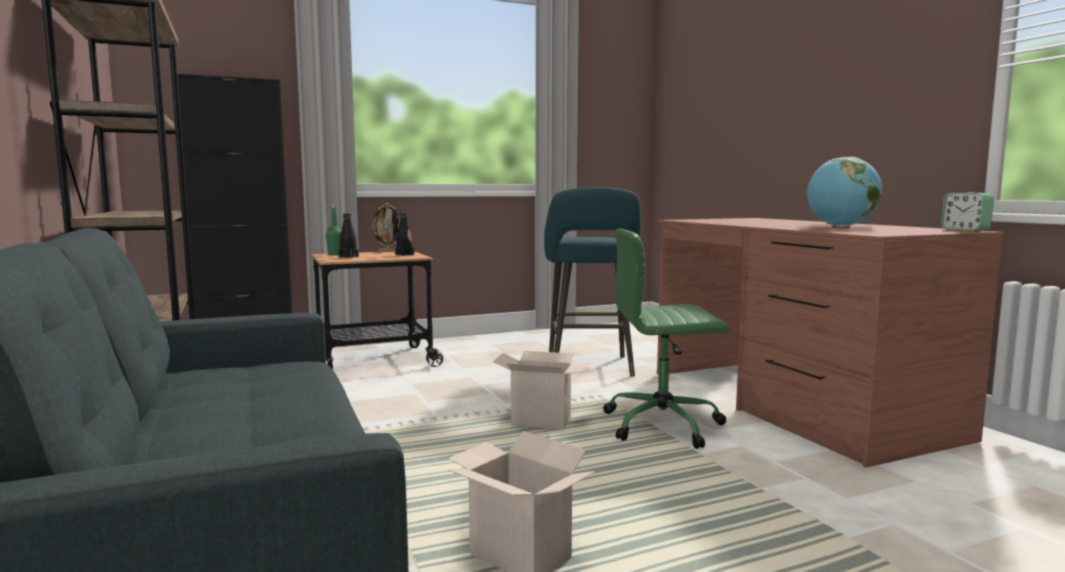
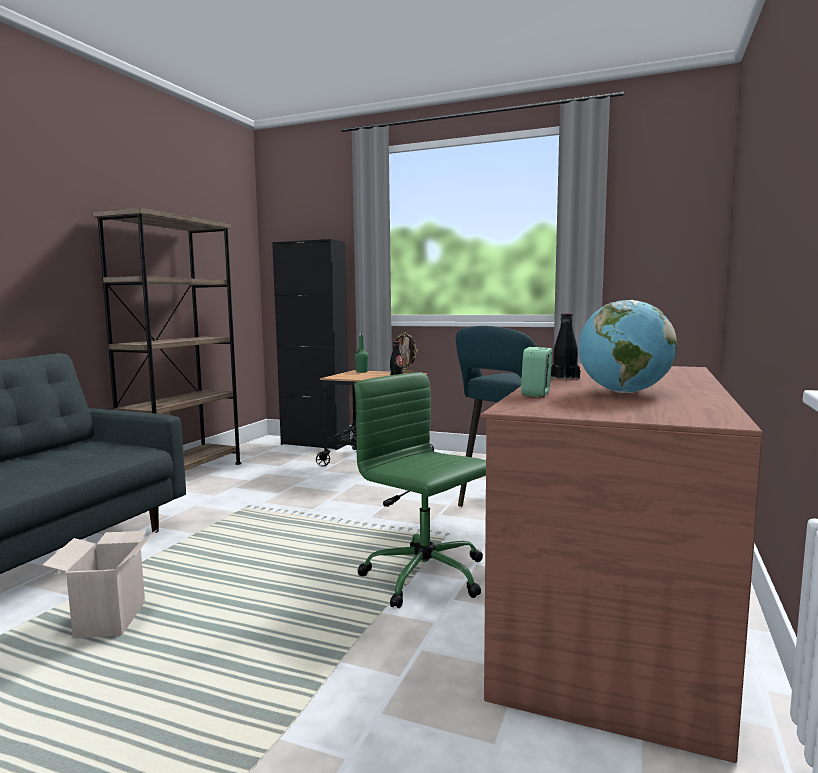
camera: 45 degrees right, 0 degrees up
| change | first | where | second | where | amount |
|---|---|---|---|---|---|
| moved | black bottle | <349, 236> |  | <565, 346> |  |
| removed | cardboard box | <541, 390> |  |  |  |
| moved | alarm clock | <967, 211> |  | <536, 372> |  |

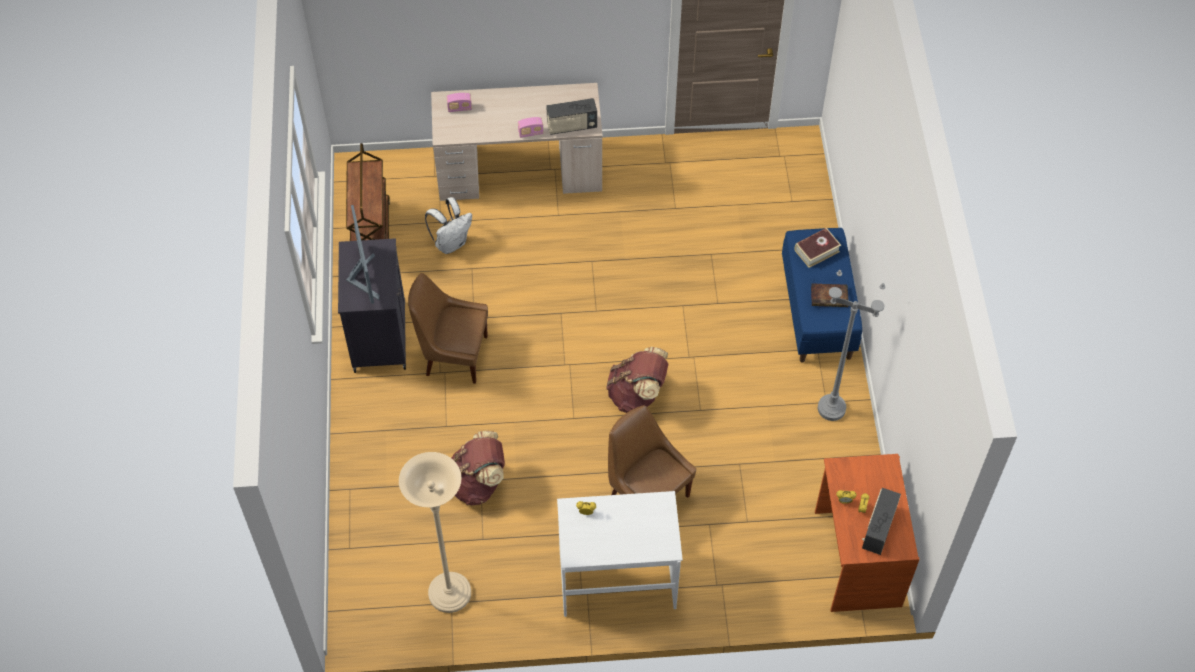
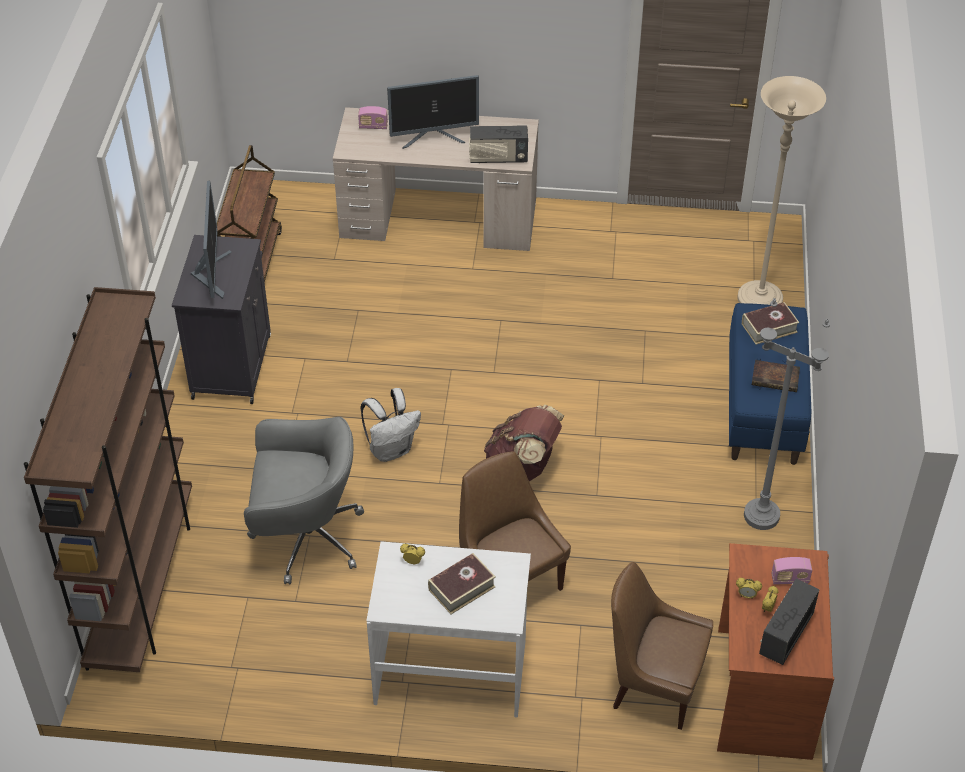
camera: 10 degrees right, 10 degrees down
| change | first | where | second | where | amount |
|---|---|---|---|---|---|
| moved | beige floor lamp | <435, 532> |  | <781, 190> |  |
| moved | brown chair | <448, 328> |  | <662, 646> |  |
| moved | white backpack | <448, 225> |  | <391, 425> |  |
| replaced | brown backpack | <478, 468> | grey office chair | <304, 500> |  |
| moved | radio | <531, 127> |  | <792, 571> |  |
| added |  |  | brown bookcase | <108, 479> |  |
| added |  |  | monitor | <433, 112> |  |
| added |  |  | book | <462, 583> |  |

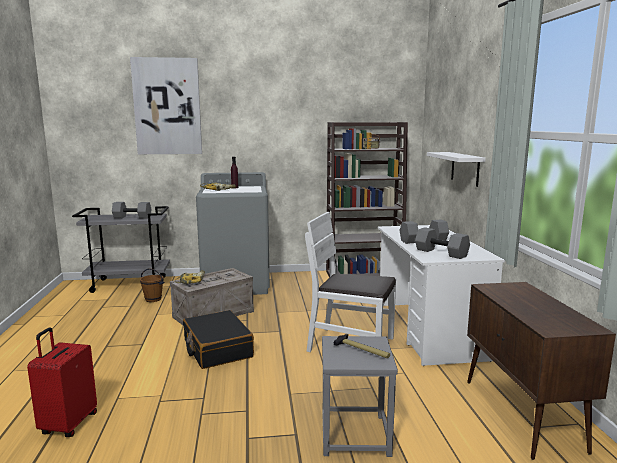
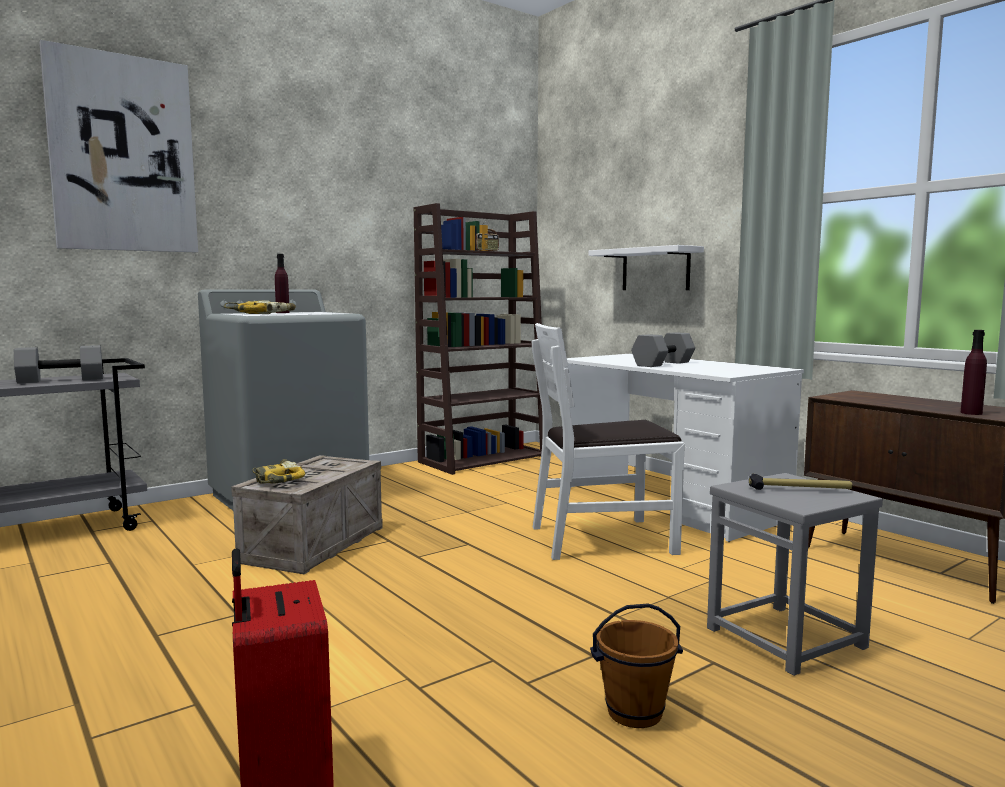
camera: 30 degrees left, 5 degrees down
| change | first | where | second | where | amount |
|---|---|---|---|---|---|
| moved | brown bucket | <152, 285> |  | <636, 666> |  |
| removed | black suitcase | <218, 339> |  |  |  |
| removed | grey dumbbell | <442, 243> |  |  |  |
| added |  |  | purple bottle | <974, 372> |  |

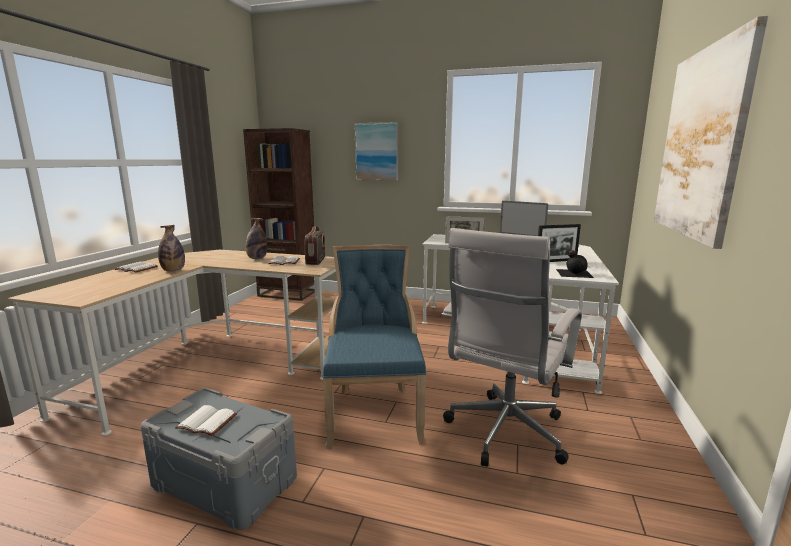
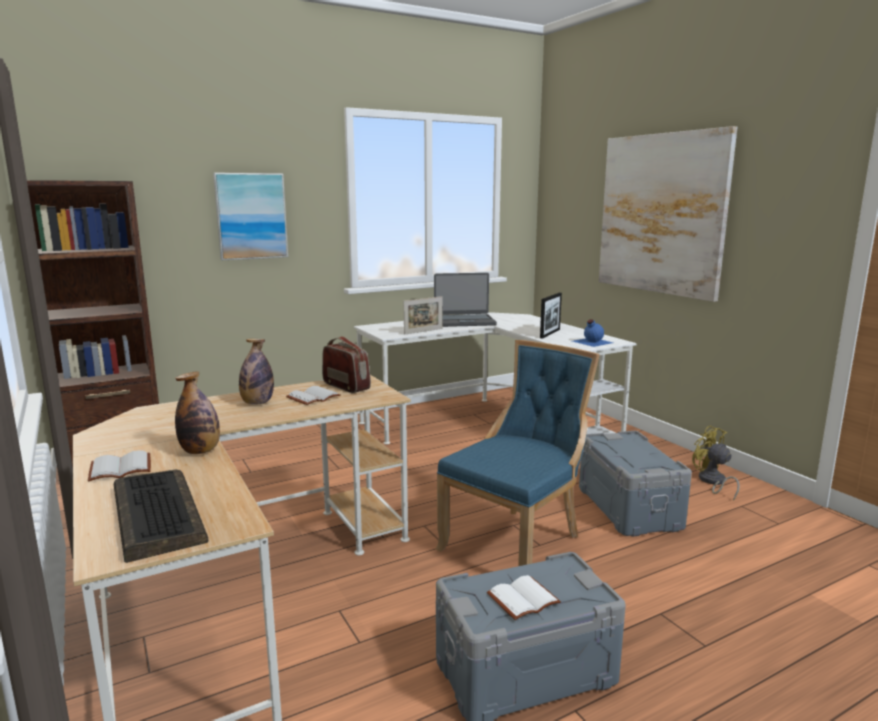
camera: 45 degrees left, 0 degrees up
| change | first | where | second | where | amount |
|---|---|---|---|---|---|
| turned | blue chair | <374, 347> |  | <518, 453> | 90 degrees clockwise |
| replaced | white office chair | <511, 347> | grey storage box | <635, 484> |  |
| recoloured | black bottle | <575, 264> | blue bottle | <592, 333> |  |
| added |  |  | keyboard | <161, 516> |  |
| added |  |  | yellow fan | <716, 463> |  |

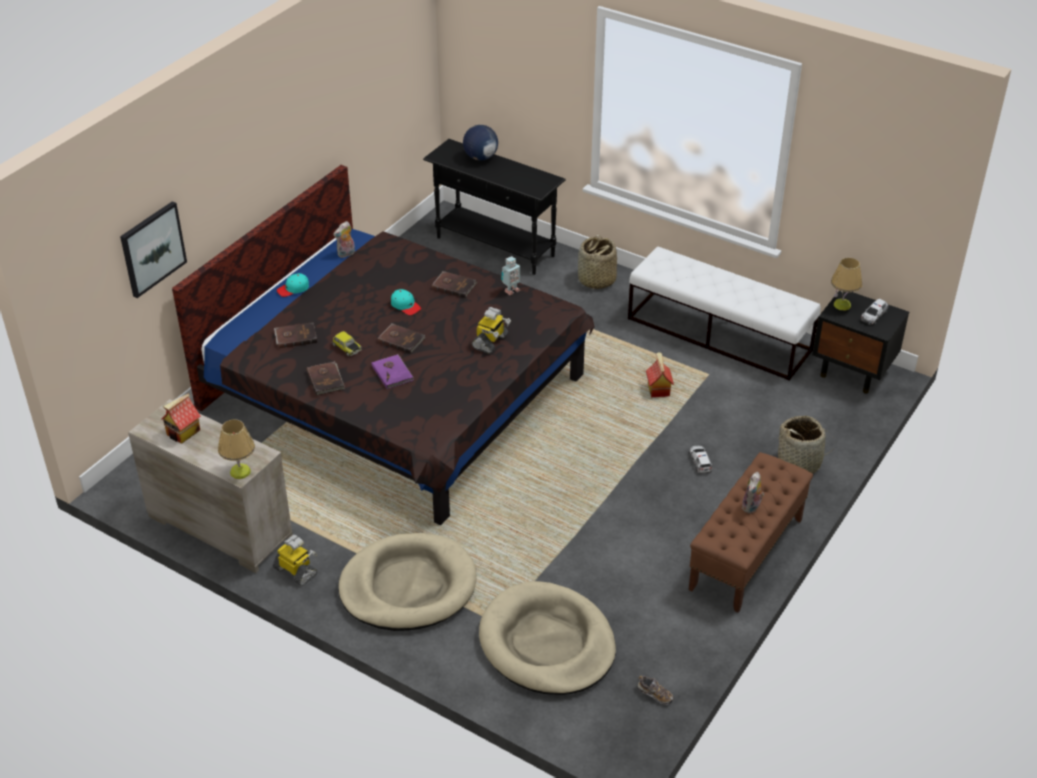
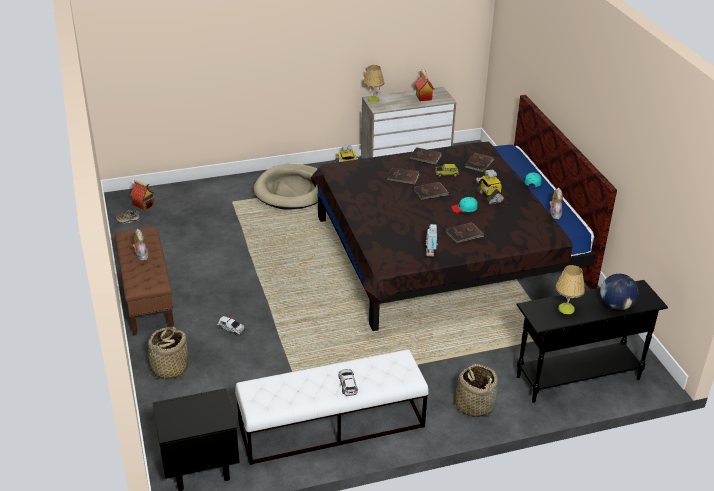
camera: 130 degrees right, 5 degrees down
| change | first | where | second | where | amount |
|---|---|---|---|---|---|
| removed | picture | <153, 249> |  |  |  |
| recoloured | purple book | <392, 371> | brown book | <403, 176> |  |
| moved | toy robot | <491, 330> |  | <490, 186> |  |
| removed | beige dog bed | <547, 638> |  |  |  |
| moved | toy house | <660, 374> |  | <142, 195> |  |
| moved | table lamp | <846, 284> |  | <570, 289> |  |
| moved | toy car | <875, 311> |  | <348, 382> |  |

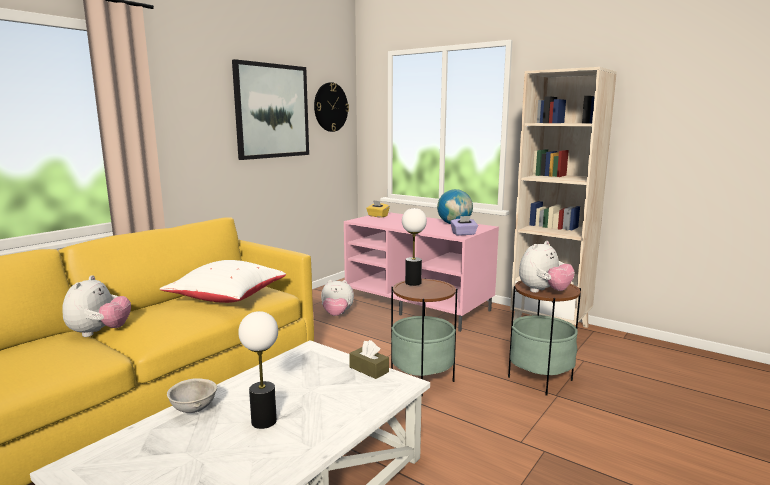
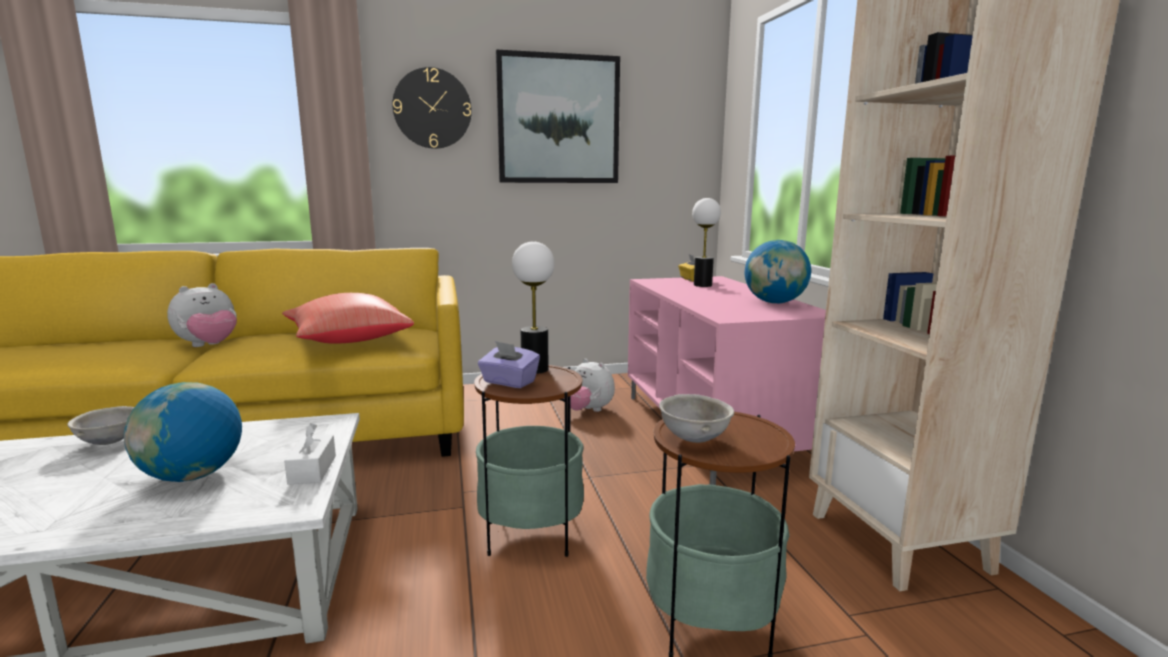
camera: 40 degrees right, 0 degrees up
| change | first | where | second | where | amount |
|---|---|---|---|---|---|
| recoloured | white pillow | <223, 281> | red pillow | <348, 318> |  |
| moved | table lamp | <258, 370> |  | <706, 242> |  |
| moved | wall clock | <331, 107> |  | <432, 108> |  |
| recoloured | brown tissue box | <369, 359> | white tissue box | <310, 454> |  |
| moved | purple tissue box | <464, 226> |  | <509, 364> |  |
| replaced | plush toy | <547, 267> | grey bowl | <696, 418> |  |
| added |  |  | globe | <183, 432> |  |

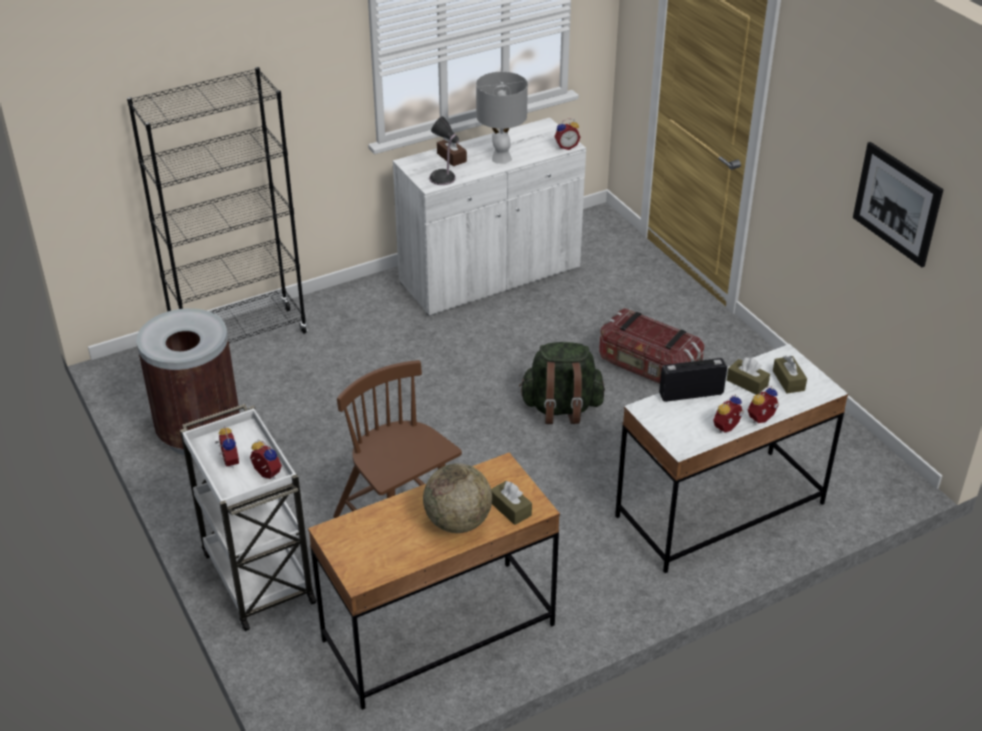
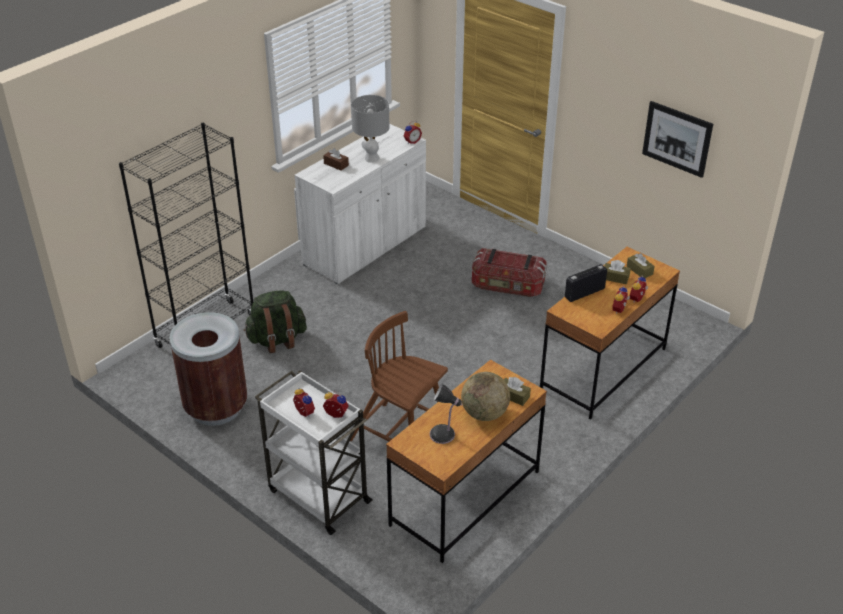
camera: 20 degrees left, 0 degrees up
| change | first | where | second | where | amount |
|---|---|---|---|---|---|
| moved | table lamp | <444, 150> |  | <446, 414> |  |
| moved | green backpack | <562, 383> |  | <275, 321> |  |
| recoloured | white desk | <731, 458> | brown desk | <610, 333> |  |

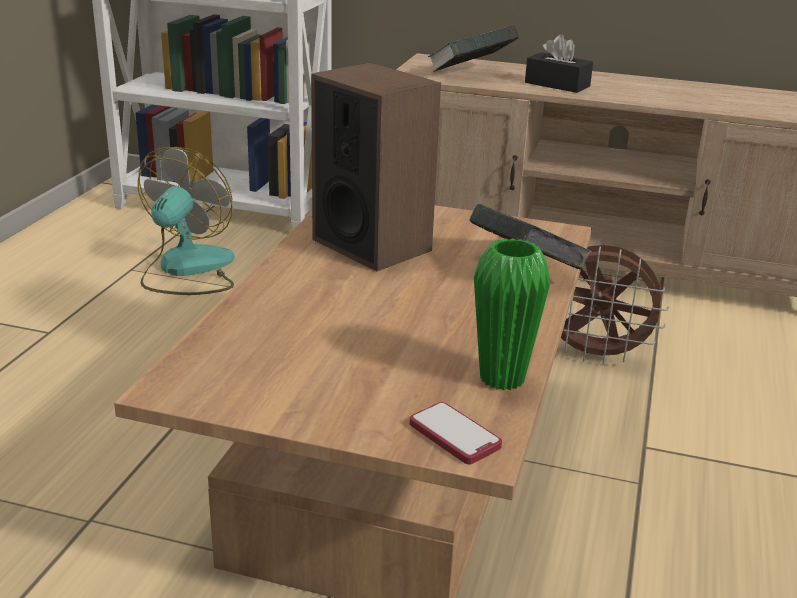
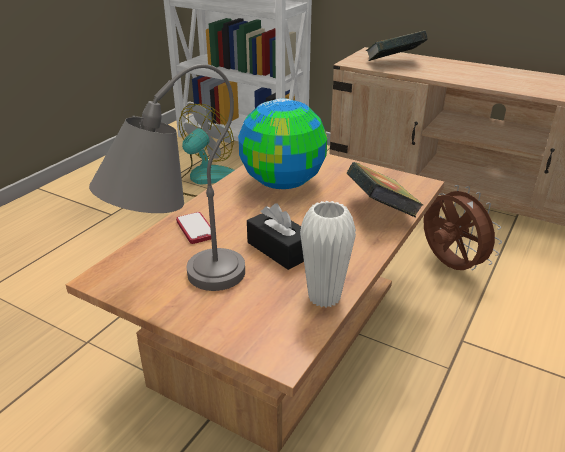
camera: 15 degrees right, 5 degrees up
| change | first | where | second | where | amount |
|---|---|---|---|---|---|
| replaced | speaker | <376, 167> | globe | <282, 143> |  |
| moved | phone | <456, 433> |  | <193, 228> |  |
| recoloured | green vase | <512, 314> | white vase | <328, 254> |  |
| moved | black tissue box | <559, 63> |  | <275, 236> |  |
| turned | brown fan | <615, 305> |  | <462, 227> | 150 degrees counterclockwise |
| added |  |  | grey table lamp | <167, 177> |  |

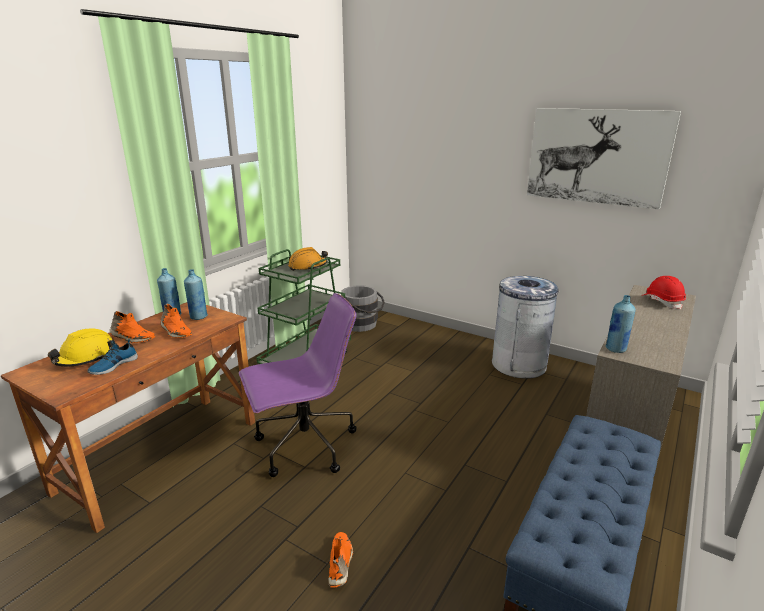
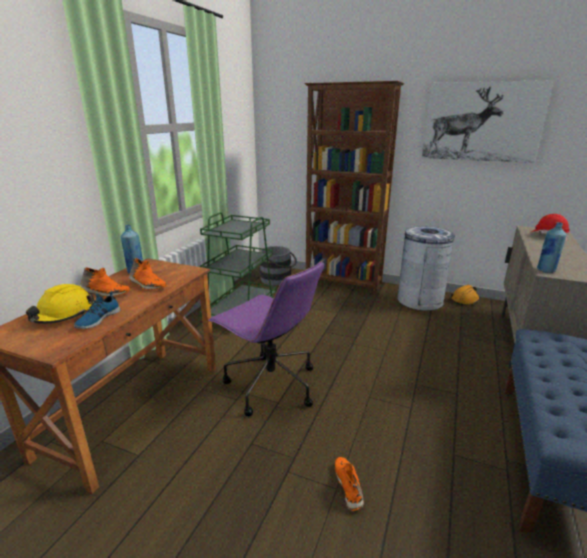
camera: 10 degrees left, 0 degrees up
| change | first | where | second | where | amount |
|---|---|---|---|---|---|
| removed | blue bottle | <196, 294> |  |  |  |
| turned | purple office chair | <298, 385> |  | <266, 338> | 75 degrees clockwise |
| moved | orange hard hat | <308, 259> |  | <465, 295> |  |
| added |  |  | brown bookcase | <354, 188> |  |

